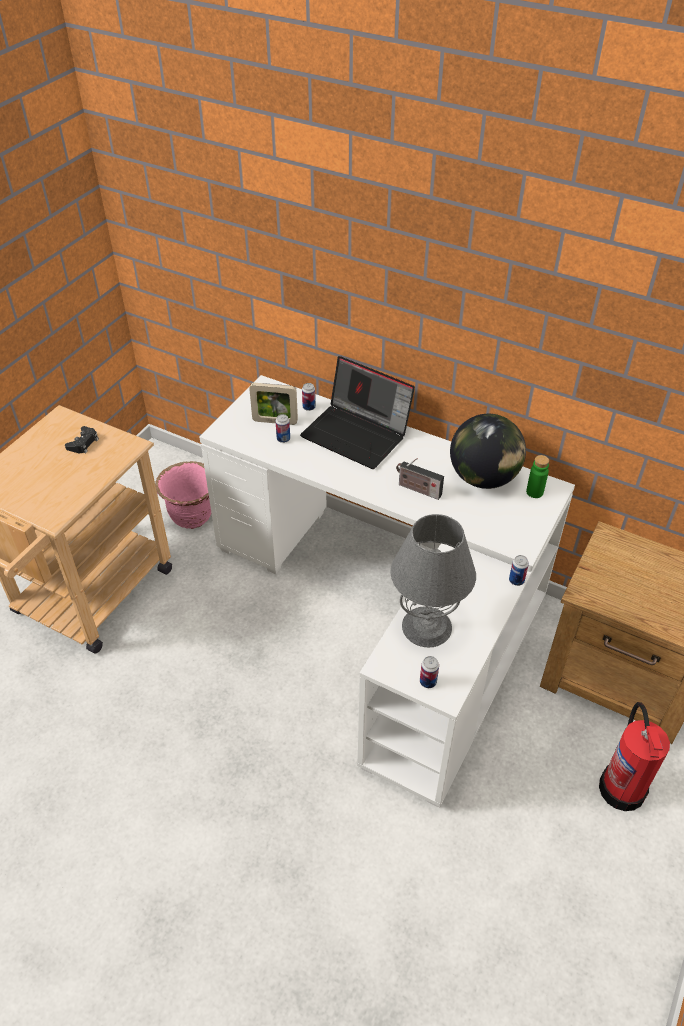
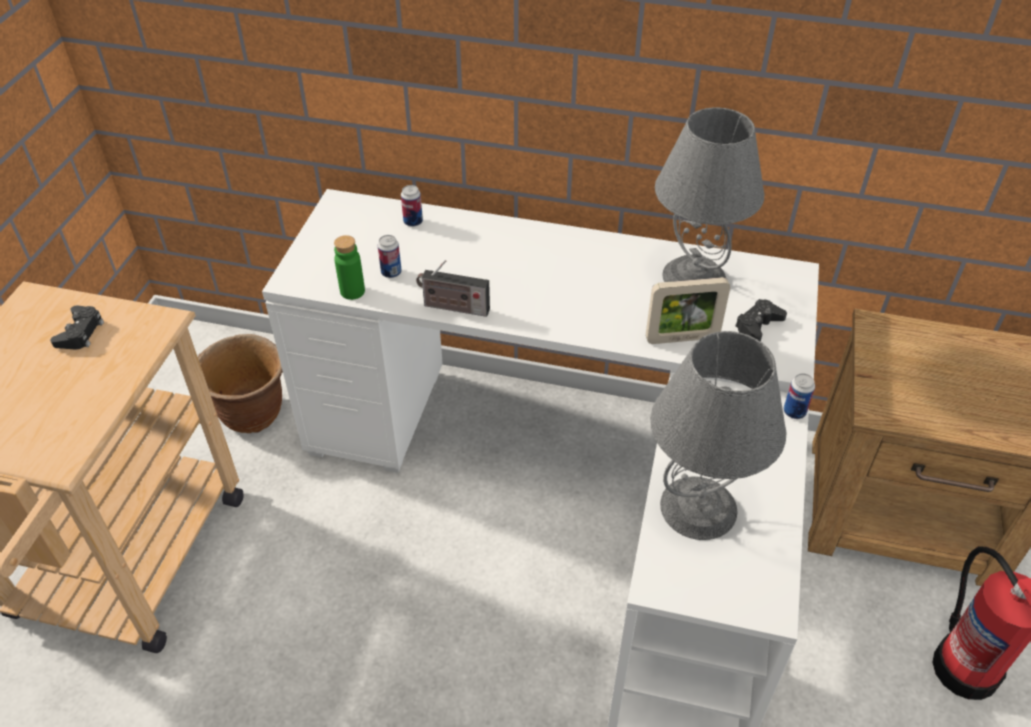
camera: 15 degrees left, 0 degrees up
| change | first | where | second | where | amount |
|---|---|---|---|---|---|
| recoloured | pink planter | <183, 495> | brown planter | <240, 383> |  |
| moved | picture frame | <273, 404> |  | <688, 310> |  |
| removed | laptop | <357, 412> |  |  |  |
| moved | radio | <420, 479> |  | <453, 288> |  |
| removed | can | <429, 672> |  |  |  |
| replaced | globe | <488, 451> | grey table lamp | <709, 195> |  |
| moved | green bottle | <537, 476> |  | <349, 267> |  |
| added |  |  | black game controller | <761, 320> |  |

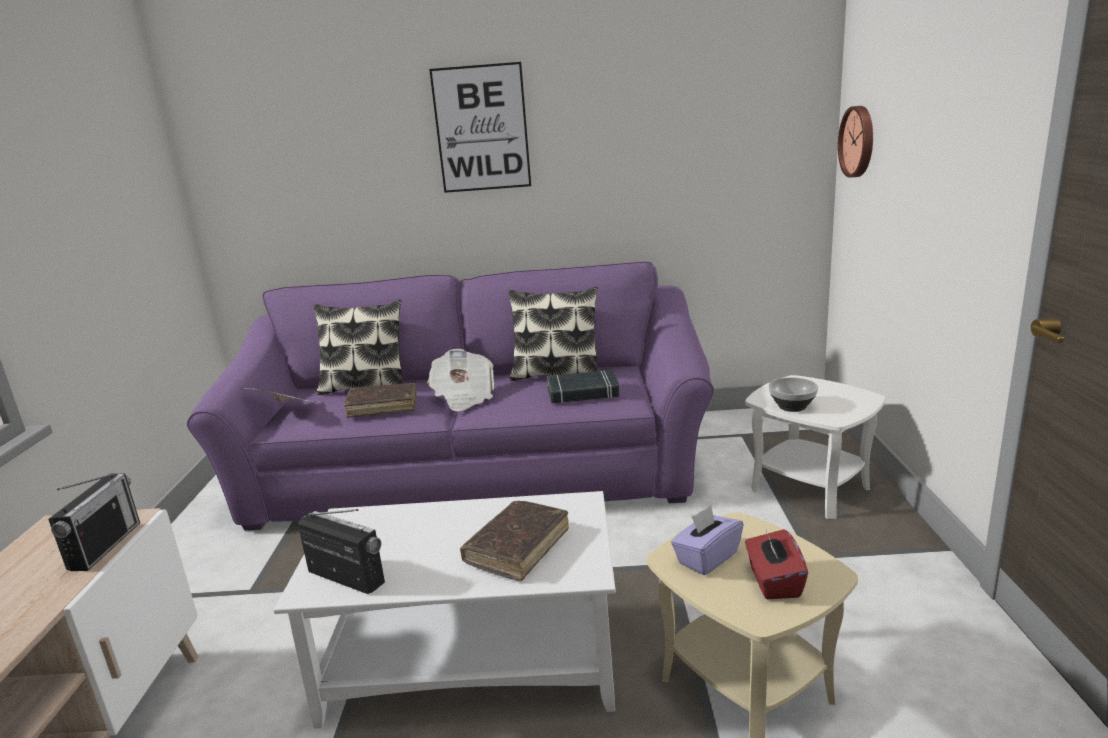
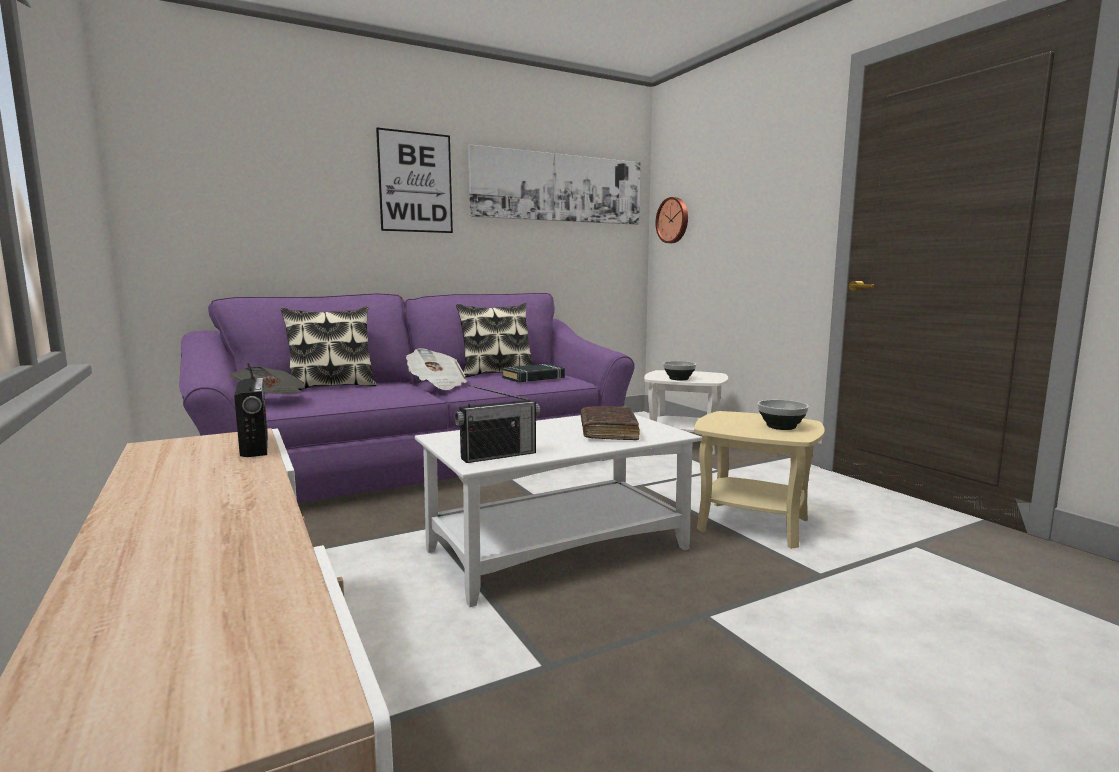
camera: 30 degrees left, 10 degrees down
| change | first | where | second | where | amount |
|---|---|---|---|---|---|
| turned | radio | <341, 551> |  | <497, 424> | 150 degrees clockwise |
| removed | brown book | <380, 400> |  |  |  |
| removed | purple tissue box | <707, 540> |  |  |  |
| replaced | red tissue box | <776, 563> | bowl | <783, 415> |  |
| added |  |  | picture | <554, 184> |  |

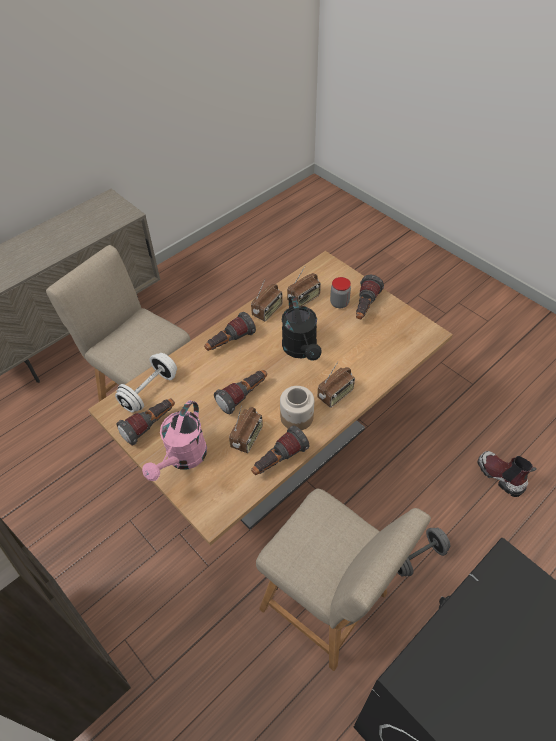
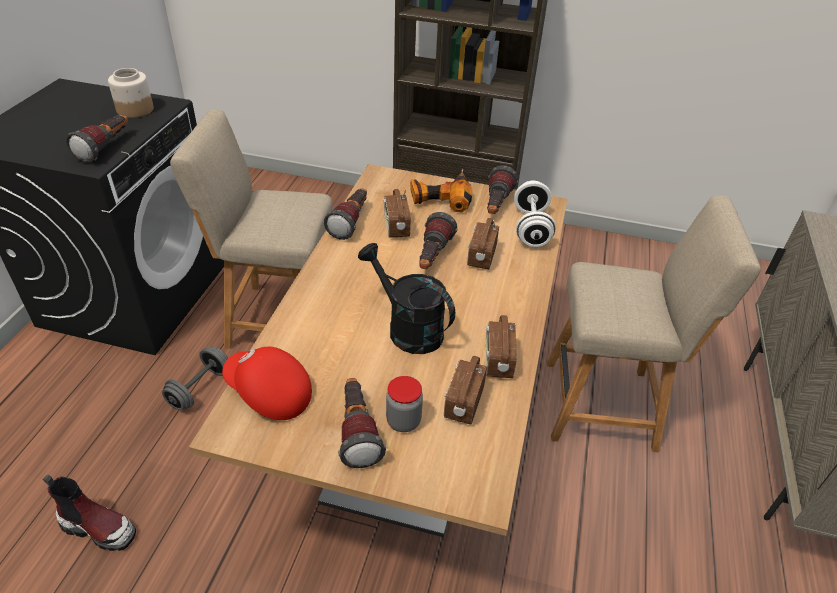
camera: 145 degrees right, 10 degrees down
| change | first | where | second | where | amount |
|---|---|---|---|---|---|
| replaced | pink watering can | <174, 440> | power drill | <441, 190> |  |
| moved | flashlight | <230, 331> |  | <97, 139> |  |
| moved | jar | <297, 408> |  | <131, 93> |  |
| moved | radio | <336, 385> |  | <483, 243> |  |
| added |  |  | red cap | <267, 383> |  |

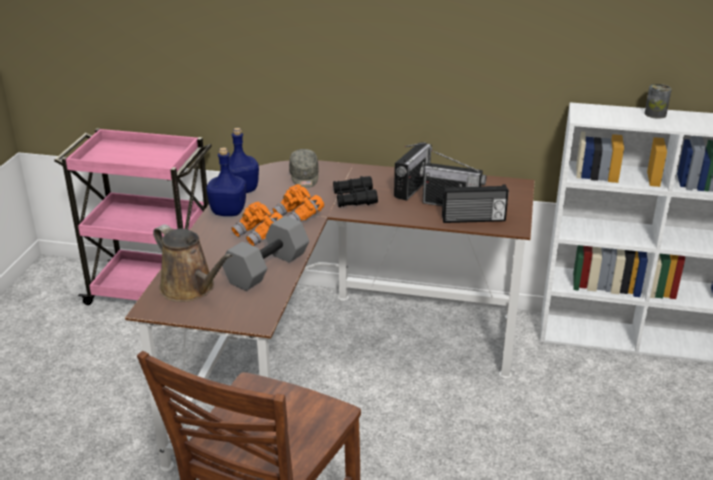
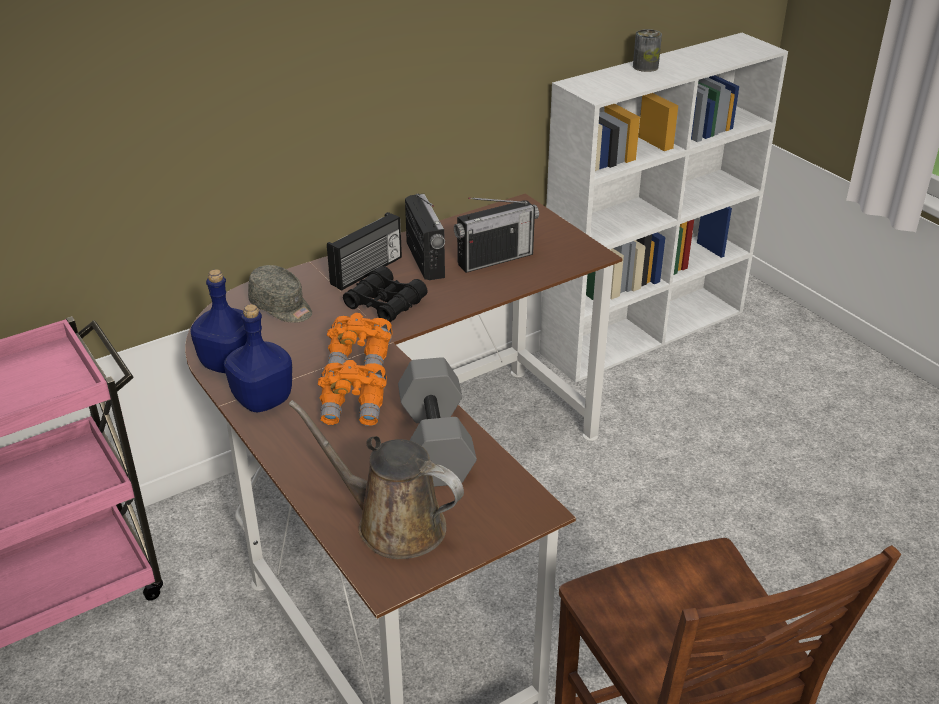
camera: 45 degrees left, 5 degrees up
| change | first | where | second | where | amount |
|---|---|---|---|---|---|
| turned | brown watering can | <193, 263> |  | <376, 479> | 150 degrees counterclockwise |
| moved | radio | <475, 204> |  | <364, 251> |  |

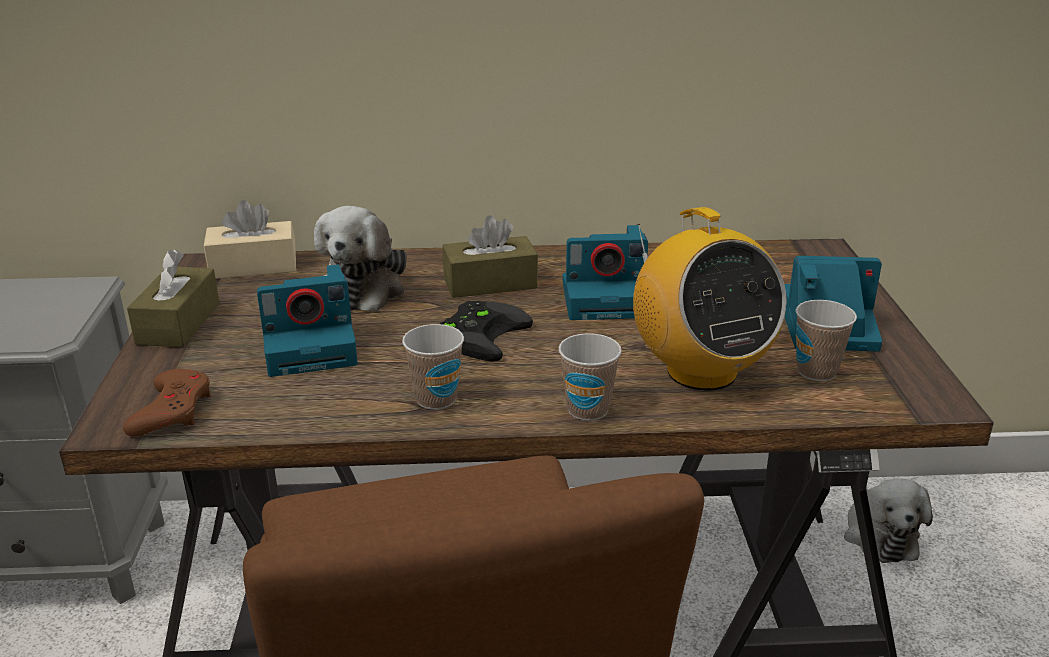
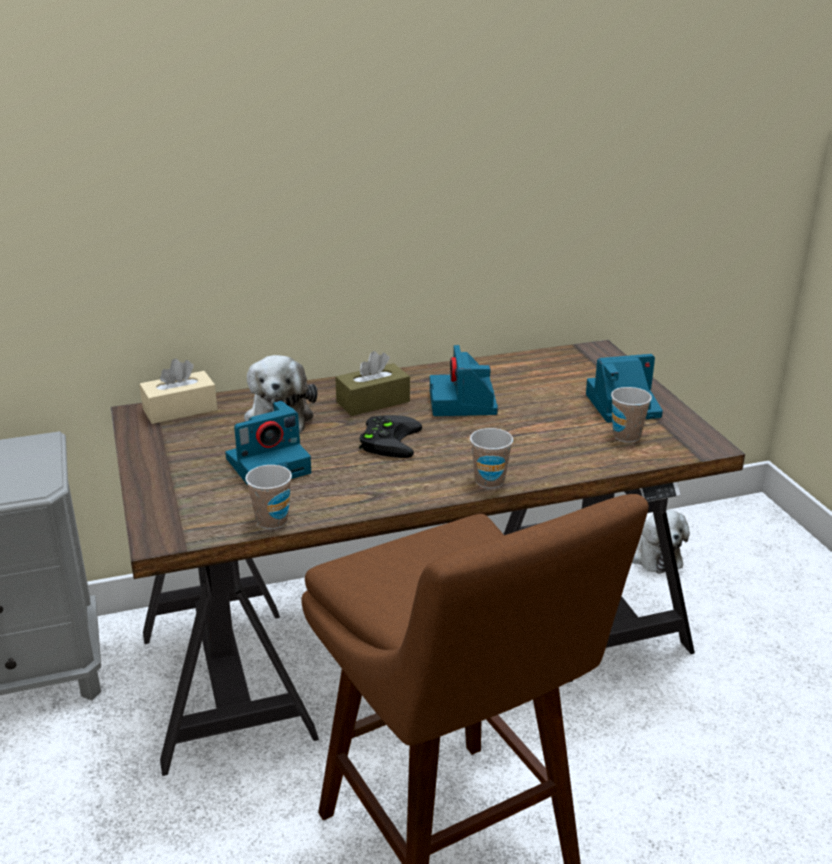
camera: 15 degrees left, 0 degrees up
| change | first | where | second | where | amount |
|---|---|---|---|---|---|
| removed | brown game controller | <167, 403> |  |  |  |
| removed | brown tissue box | <173, 298> |  |  |  |
| moved | cup | <433, 367> |  | <268, 497> |  |
| turned | photo camera | <605, 272> |  | <464, 380> | 105 degrees clockwise |
| removed | radio | <710, 299> |  |  |  |

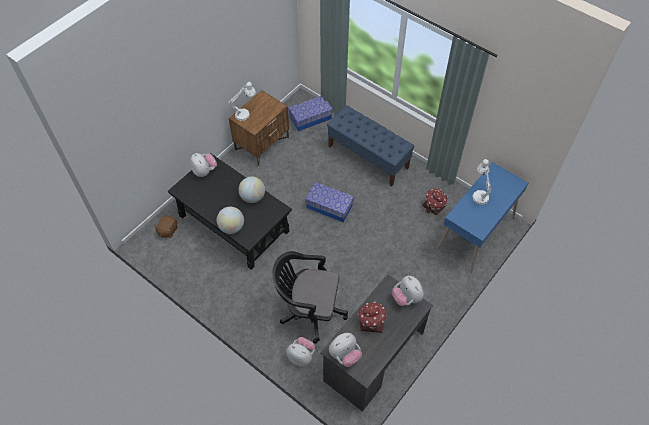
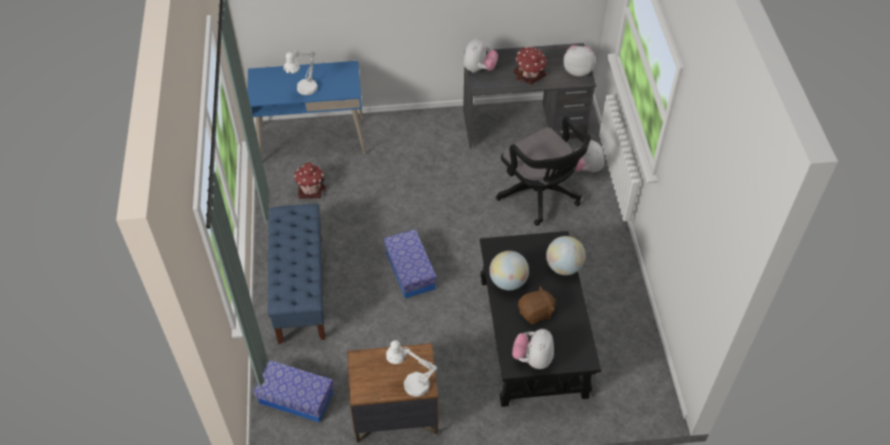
camera: 135 degrees left, 5 degrees down
| change | first | where | second | where | amount |
|---|---|---|---|---|---|
| moved | brown plush toy | <165, 227> |  | <537, 305> |  |

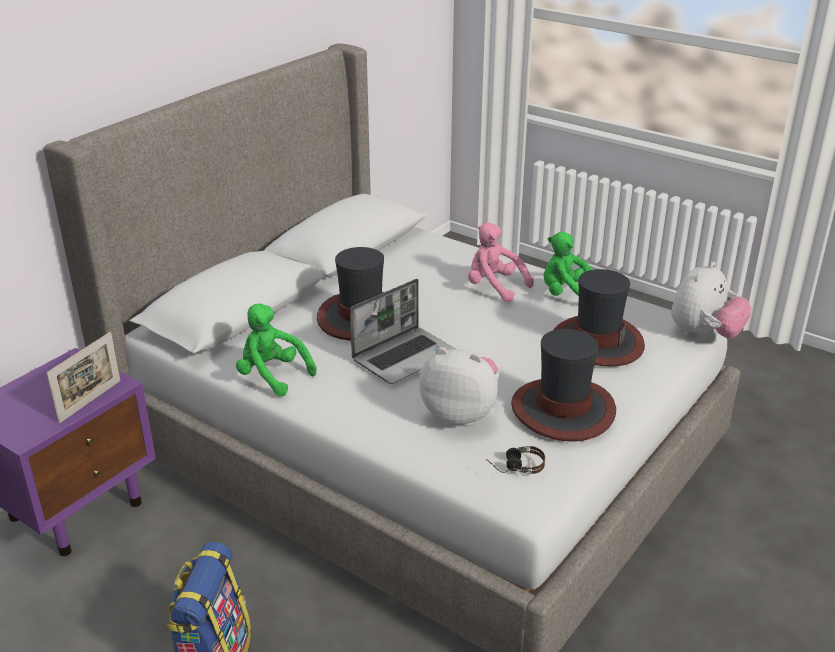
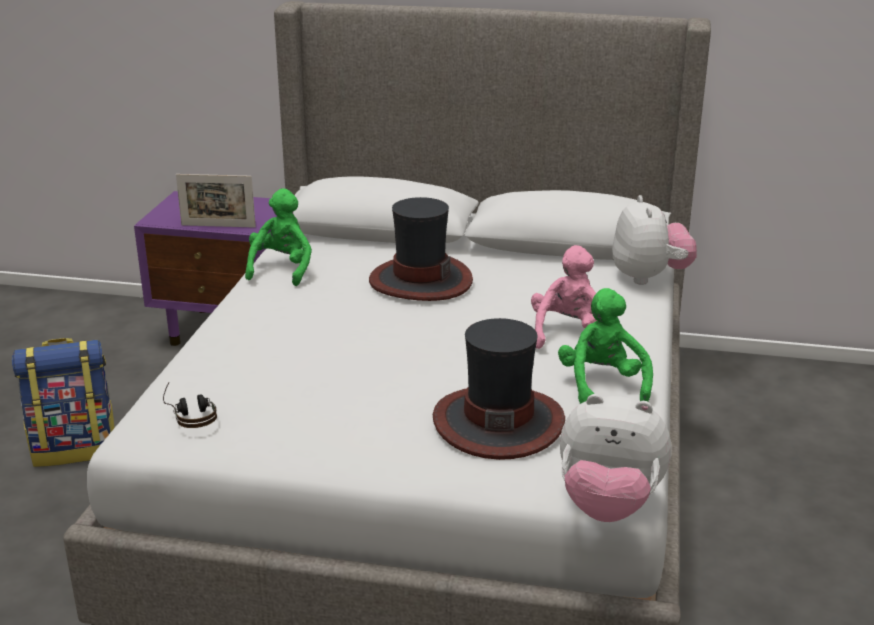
camera: 65 degrees right, 5 degrees down
| change | first | where | second | where | amount |
|---|---|---|---|---|---|
| removed | laptop | <402, 331> |  |  |  |
| moved | plush toy | <459, 386> |  | <654, 240> |  |
| removed | hat | <563, 385> |  |  |  |

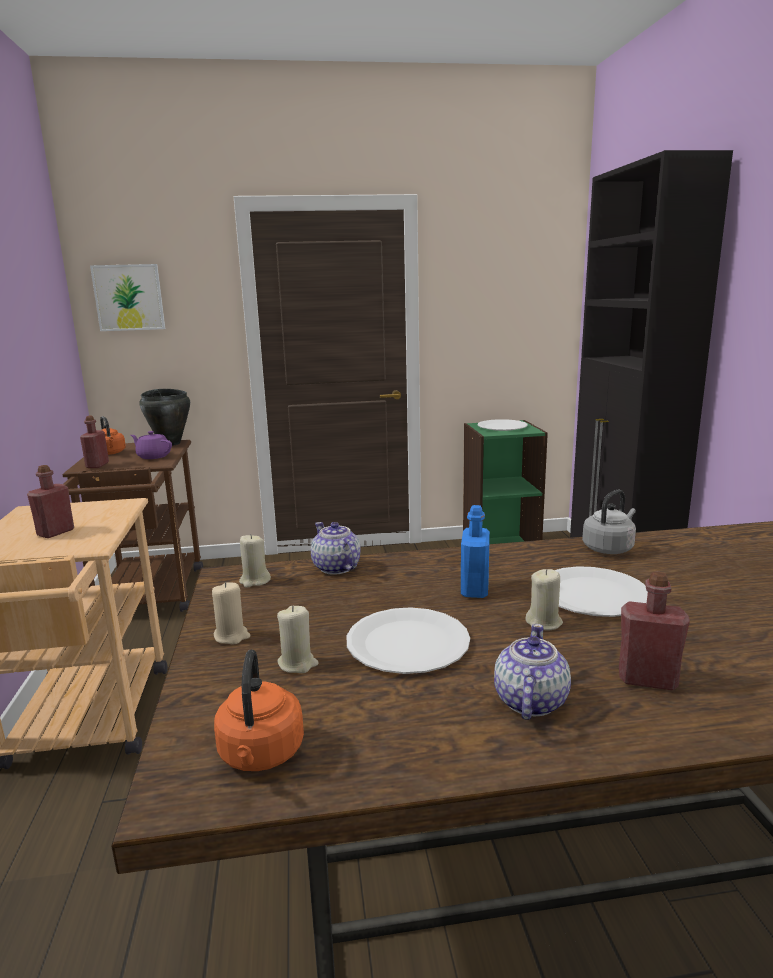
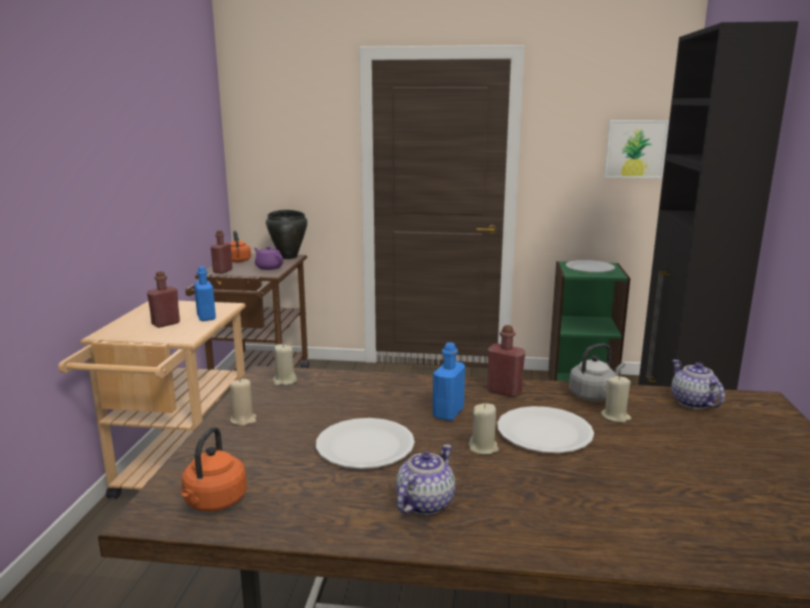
camera: 15 degrees right, 0 degrees up
| change | first | where | second | where | amount |
|---|---|---|---|---|---|
| moved | picture | <127, 297> |  | <636, 149> |  |
| moved | beige candle | <297, 639> |  | <616, 399> |  |
| moved | teapot | <335, 548> |  | <698, 384> |  |
| moved | red bottle | <654, 630> |  | <506, 361> |  |
| added |  |  | blue bottle | <205, 293> |  |

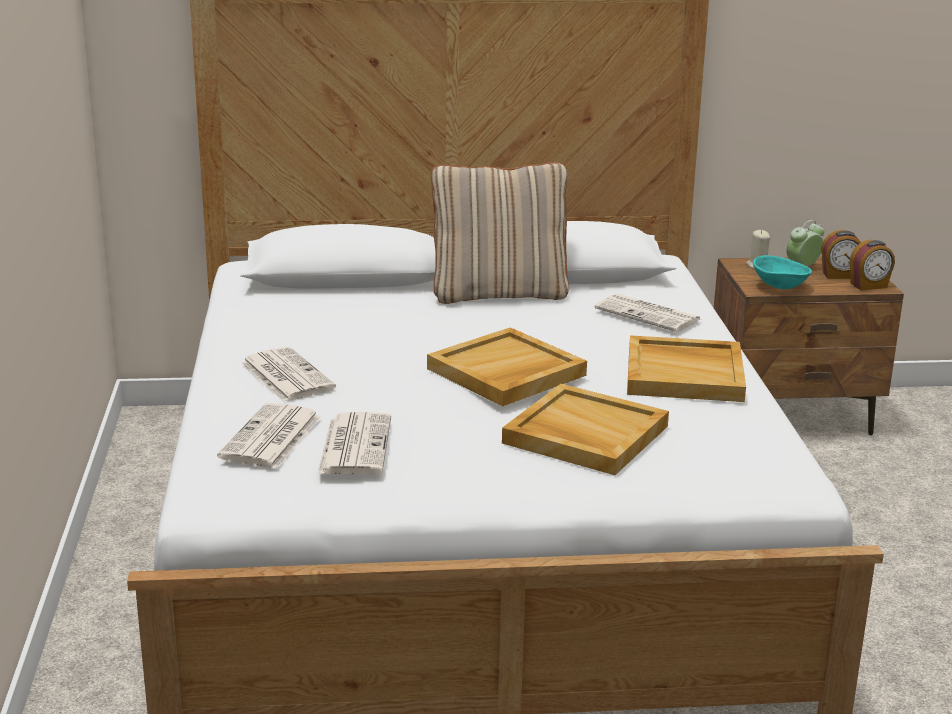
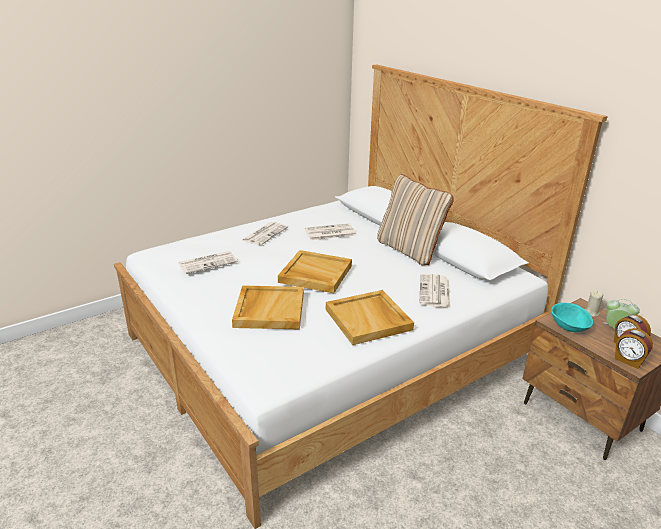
camera: 60 degrees right, 5 degrees up
| change | first | where | second | where | amount |
|---|---|---|---|---|---|
| moved | newspaper | <269, 435> |  | <330, 232> |  |

